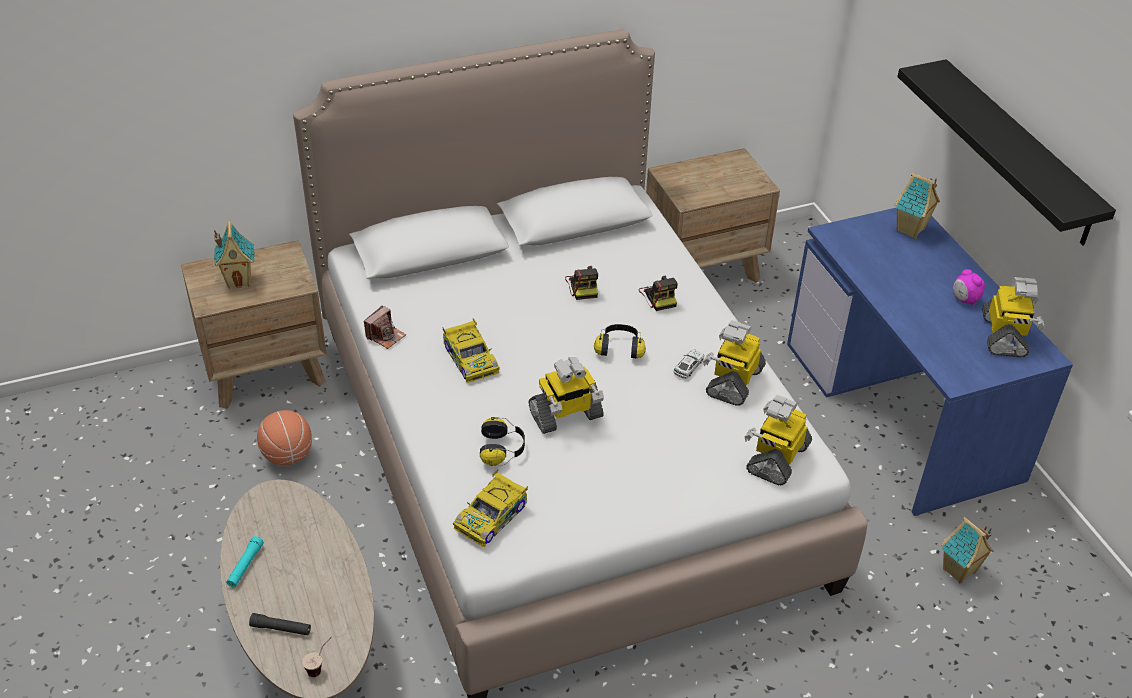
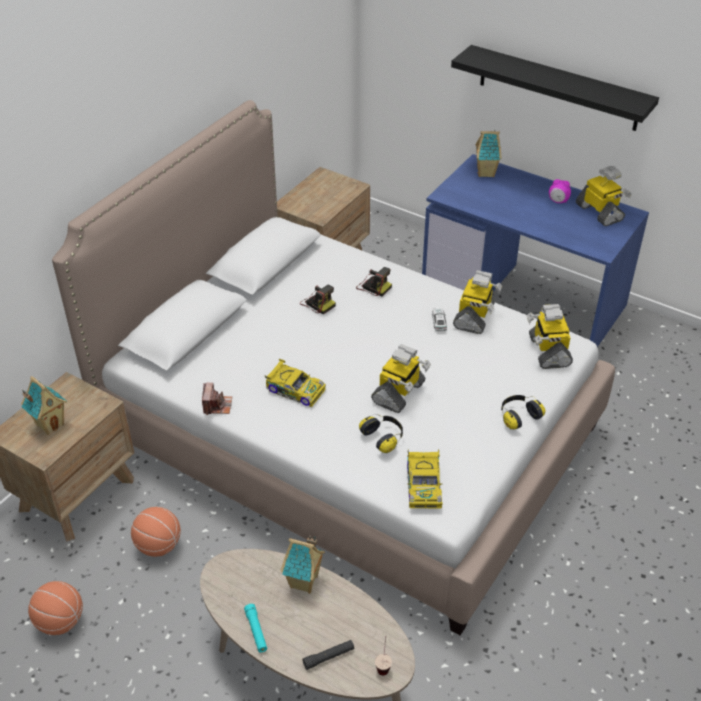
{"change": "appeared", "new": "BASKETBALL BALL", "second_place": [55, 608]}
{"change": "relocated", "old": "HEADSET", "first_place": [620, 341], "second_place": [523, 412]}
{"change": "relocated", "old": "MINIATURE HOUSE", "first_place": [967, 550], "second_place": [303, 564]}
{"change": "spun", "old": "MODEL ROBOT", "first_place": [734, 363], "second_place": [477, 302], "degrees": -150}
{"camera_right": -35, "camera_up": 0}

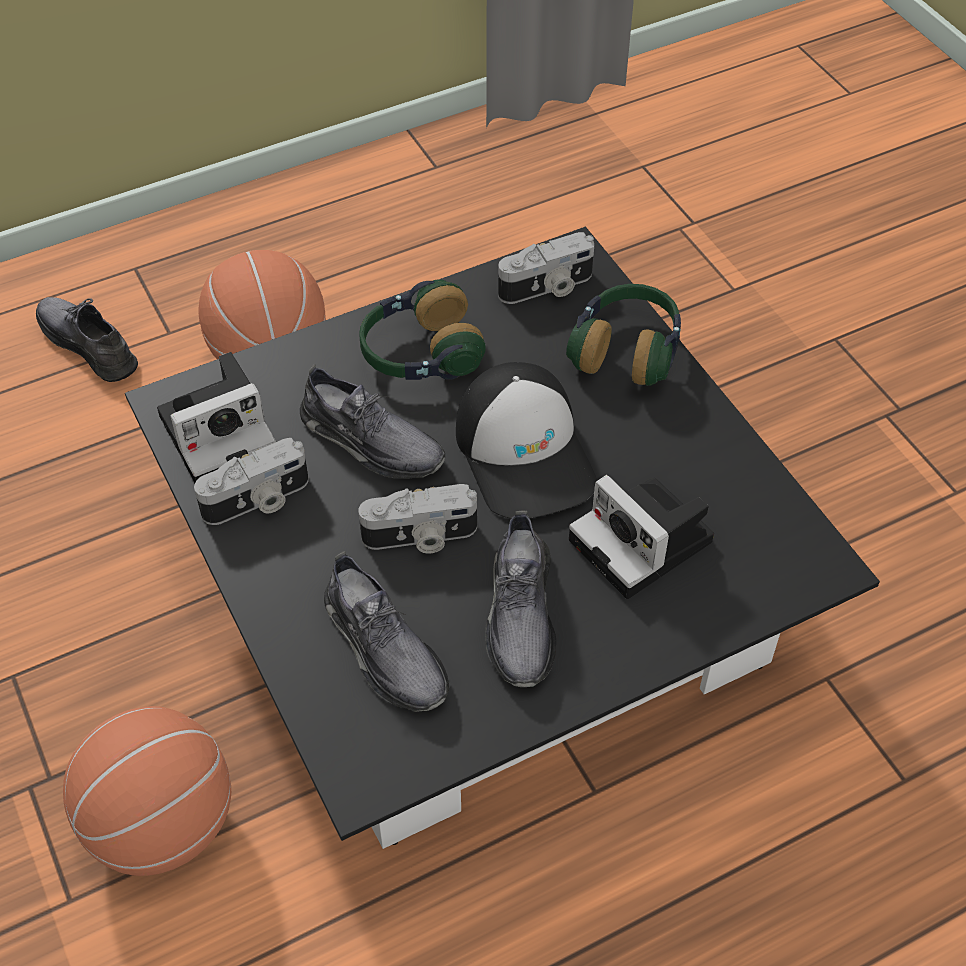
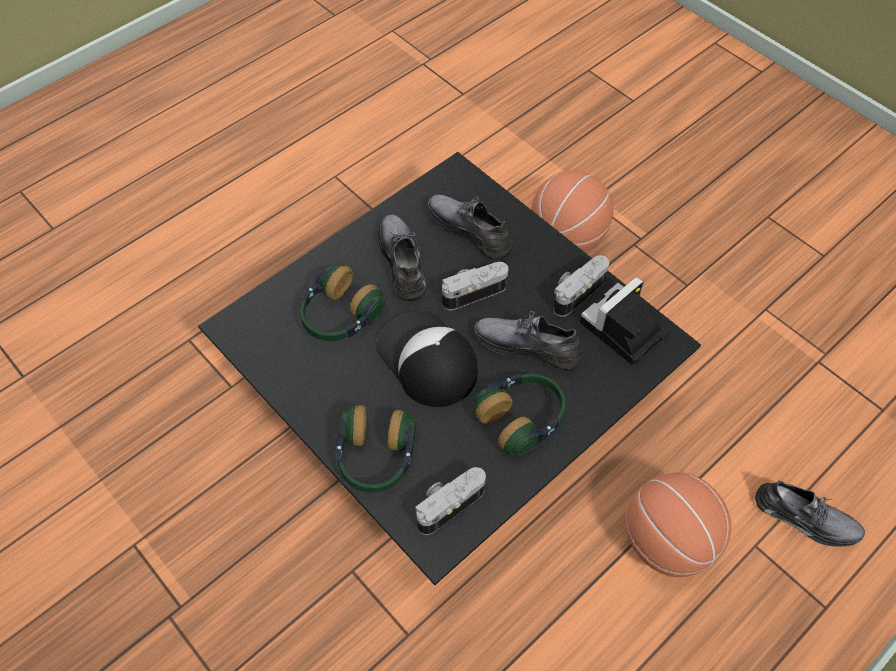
{"change": "exchanged", "old": "STILL CAMERA", "new": "HEADSET", "first_place": [641, 537], "second_place": [342, 302]}
{"camera_right": 165, "camera_up": 5}

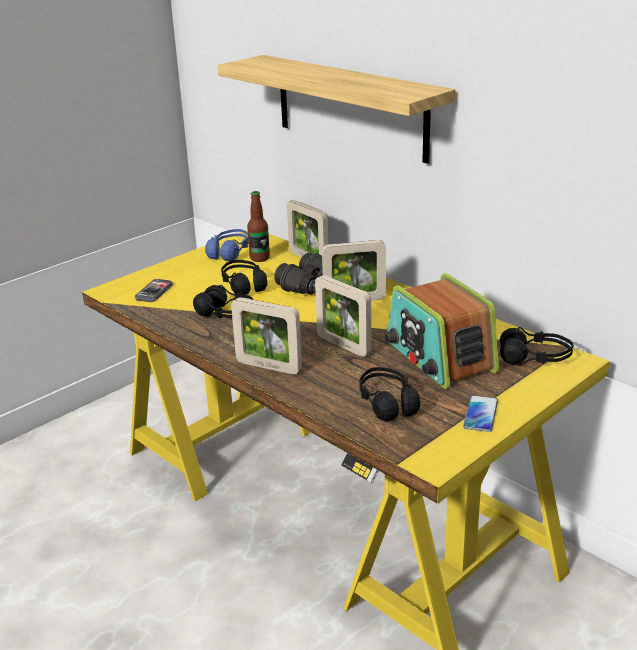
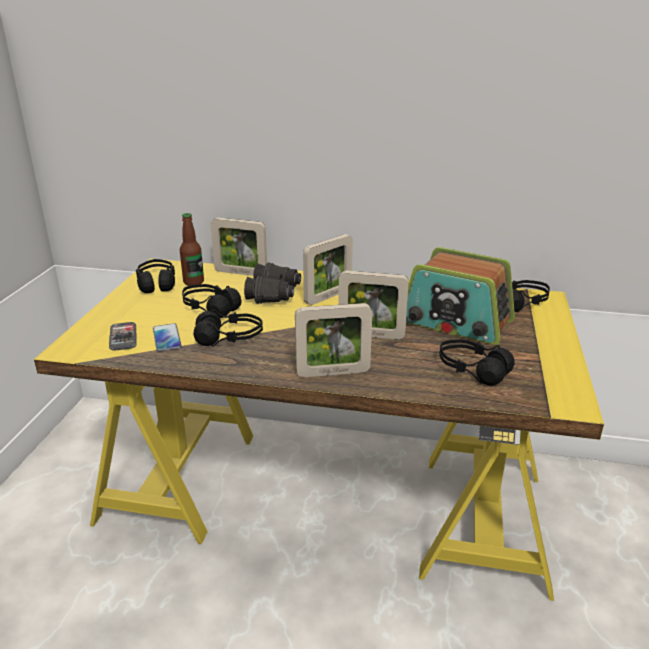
{"change": "missing", "old": "WALL SHELF", "first_place": [336, 109]}
{"change": "relocated", "old": "PHONE", "first_place": [480, 413], "second_place": [167, 337]}
{"change": "colour", "old": "BLUISH HEADSET", "new": "BLACK-COLOURED HEADSET", "first_place": [227, 245], "second_place": [155, 276]}
{"camera_right": -35, "camera_up": 0}

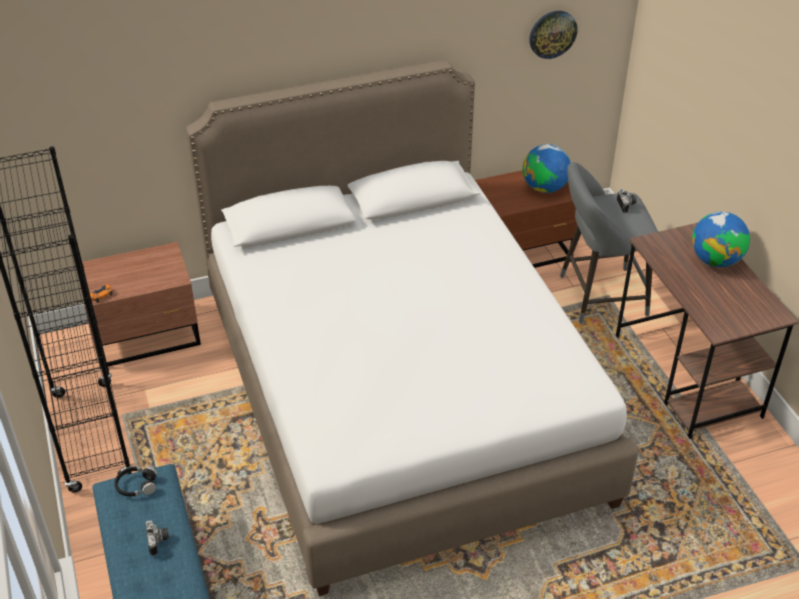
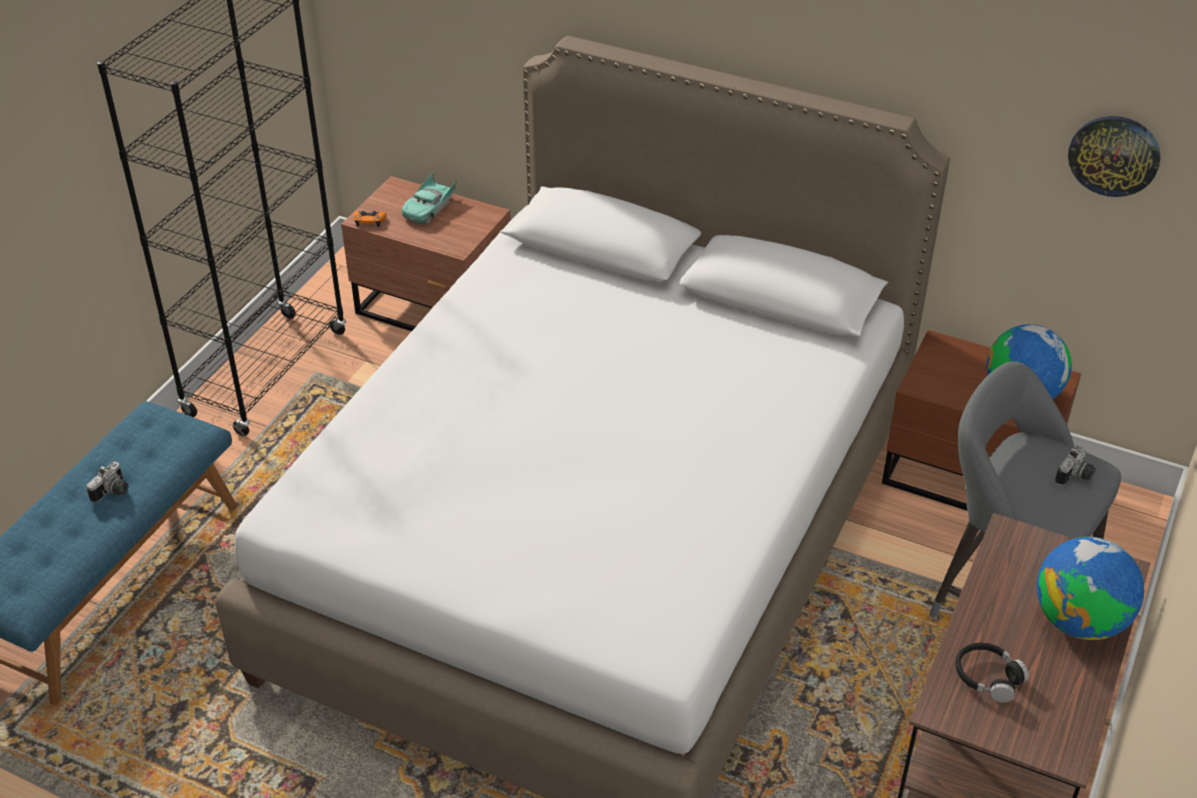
{"change": "appeared", "new": "TURQUOISE TOY CAR", "second_place": [429, 198]}
{"change": "relocated", "old": "BLACK-COLOURED HEADSET", "first_place": [135, 481], "second_place": [992, 672]}
{"camera_right": 45, "camera_up": 0}

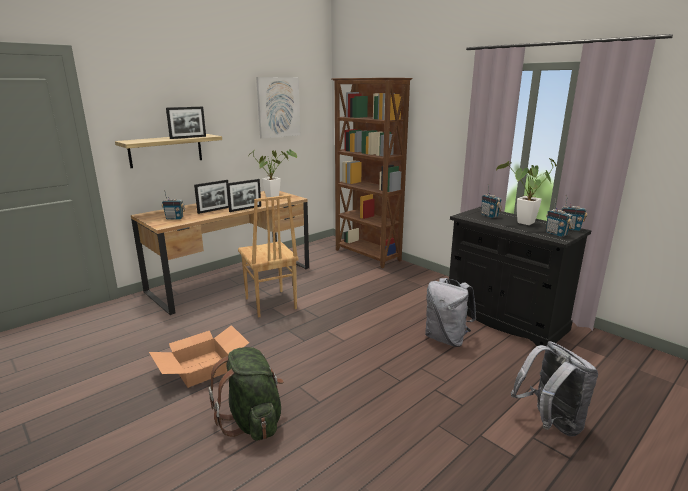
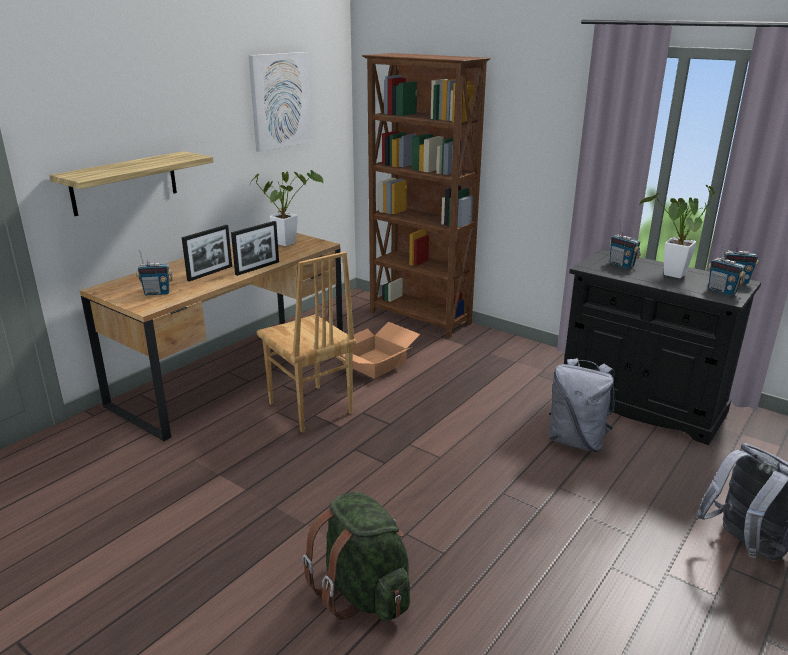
{"change": "missing", "old": "PICTURE FRAME", "first_place": [186, 123]}
{"change": "relocated", "old": "PACKING BOX", "first_place": [199, 356], "second_place": [381, 350]}
{"camera_right": -10, "camera_up": 5}

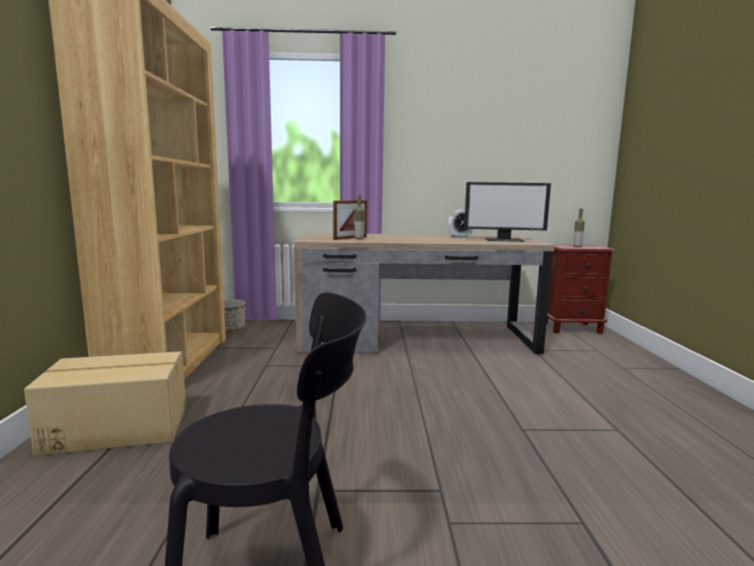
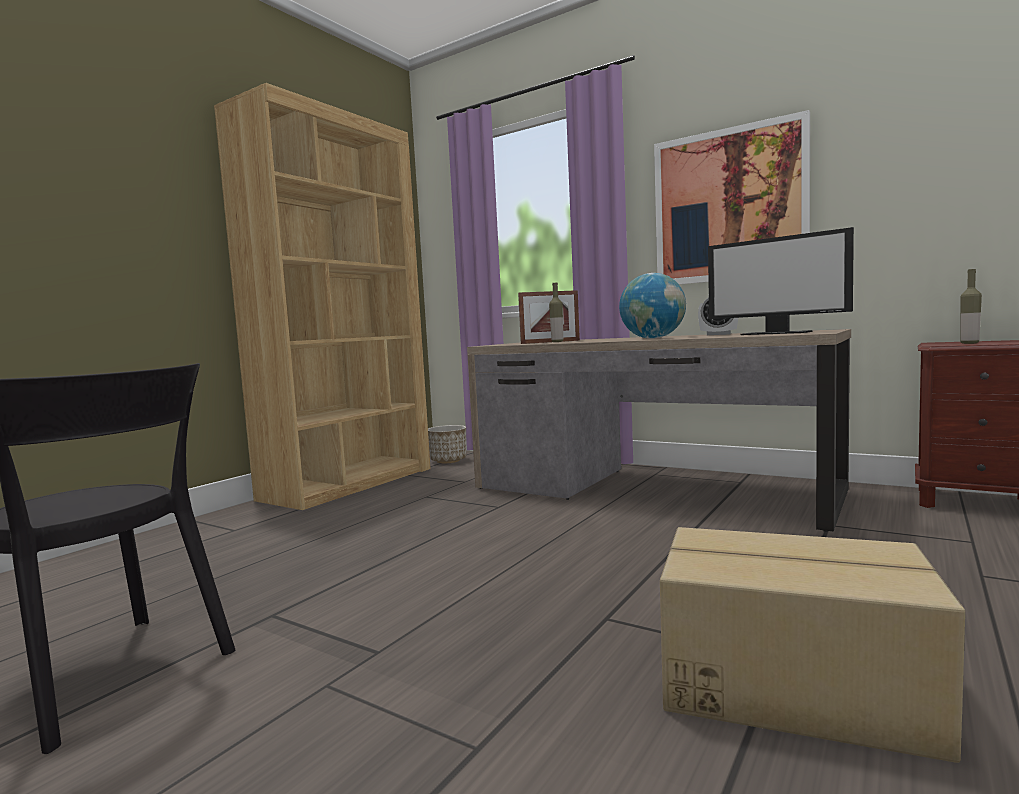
{"change": "appeared", "new": "DESK GLOBE", "second_place": [652, 306]}
{"change": "appeared", "new": "PICTURE", "second_place": [732, 197]}
{"change": "relocated", "old": "PACKING BOX", "first_place": [105, 403], "second_place": [812, 645]}
{"camera_right": 35, "camera_up": -5}

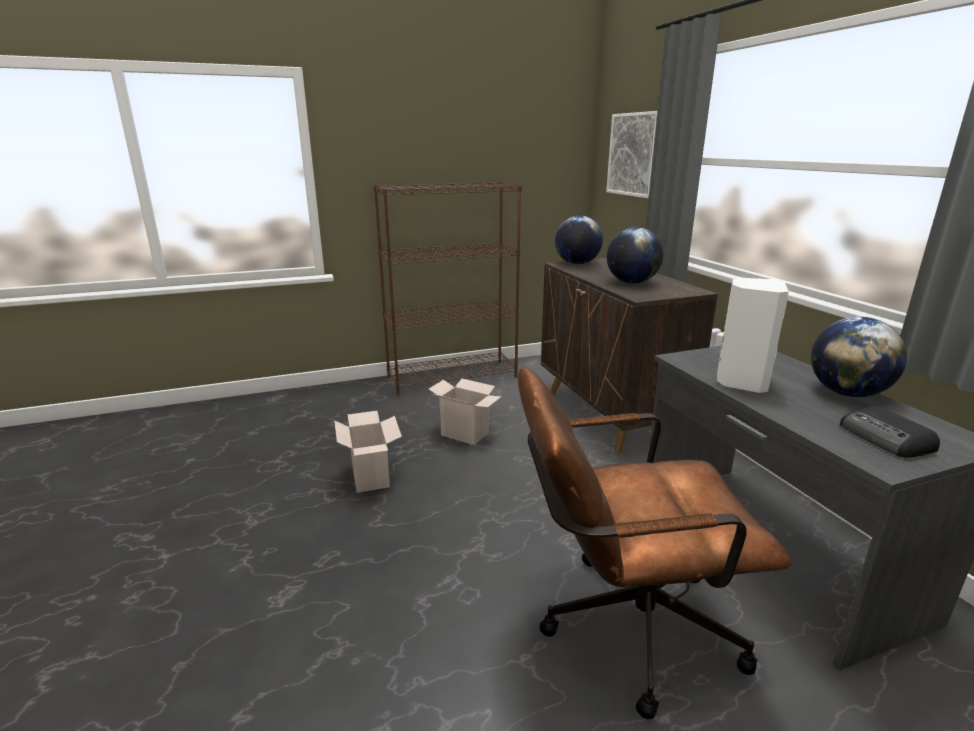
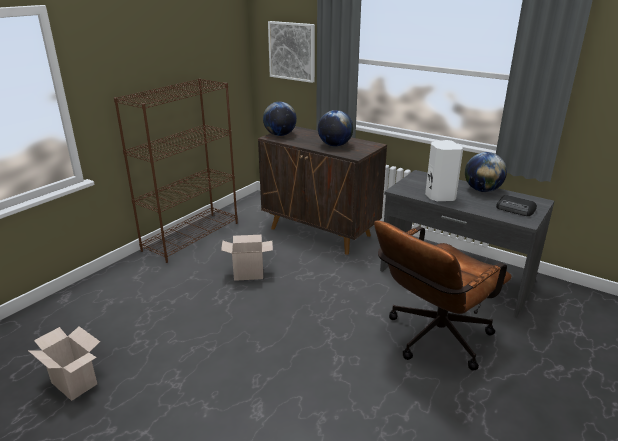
{"change": "relocated", "old": "PACKING BOX", "first_place": [368, 452], "second_place": [64, 363]}
{"camera_right": -35, "camera_up": 5}

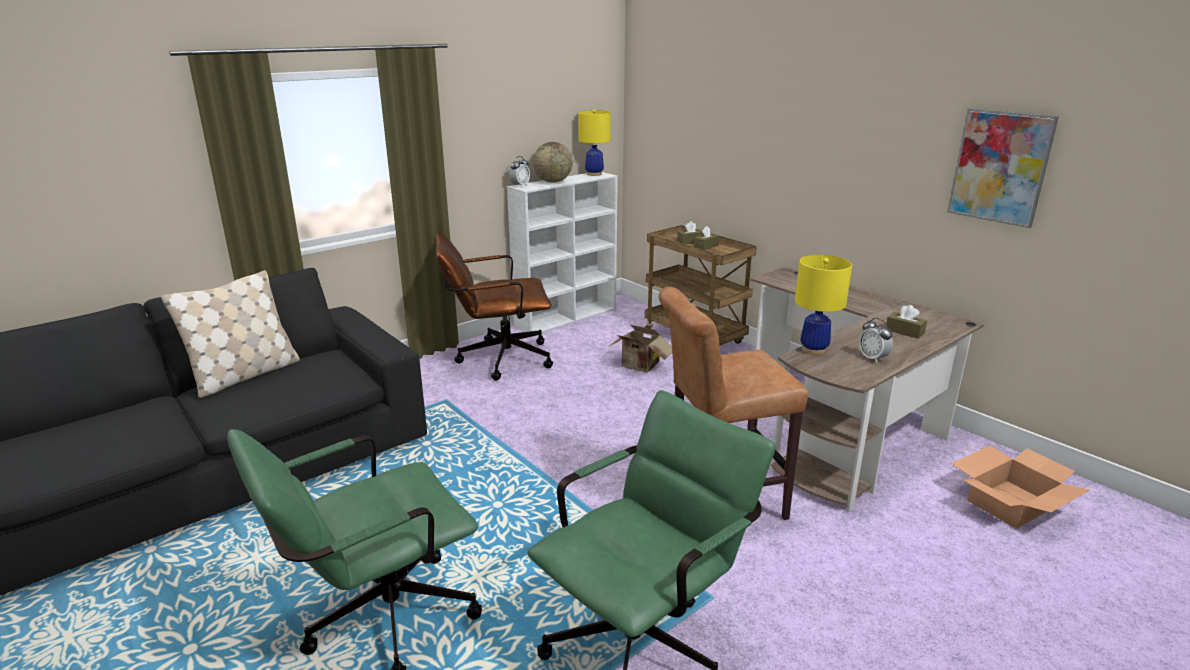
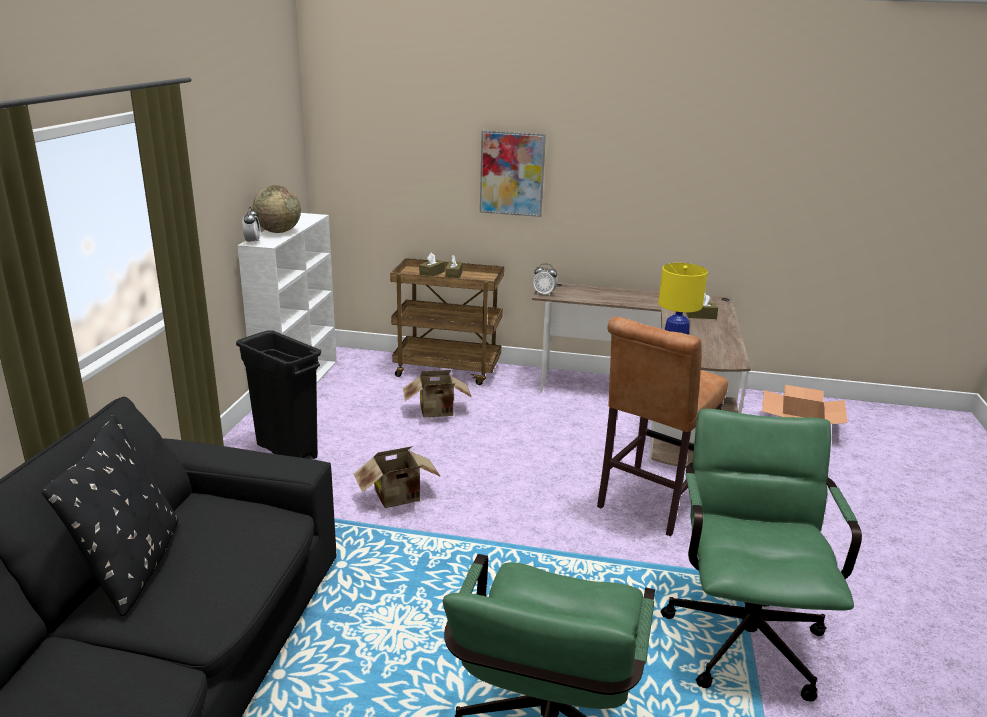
{"change": "missing", "old": "YELLOW TABLE LAMP", "first_place": [594, 142]}
{"change": "appeared", "new": "PACKING BOX", "second_place": [397, 477]}
{"change": "relocated", "old": "TABLE CLOCK", "first_place": [876, 340], "second_place": [545, 280]}
{"change": "relocated", "old": "PICTURE", "first_place": [1003, 168], "second_place": [513, 173]}
{"change": "exchanged", "old": "BROWN-COLOURED OFFICE CHAIR", "new": "BLACK-COLOURED TRASH CAN", "first_place": [494, 306], "second_place": [278, 394]}
{"change": "colour", "old": "BEIGE-COLOURED THROW PILLOW", "new": "BLACK-COLOURED THROW PILLOW", "first_place": [230, 334], "second_place": [109, 515]}
{"camera_right": -40, "camera_up": 0}

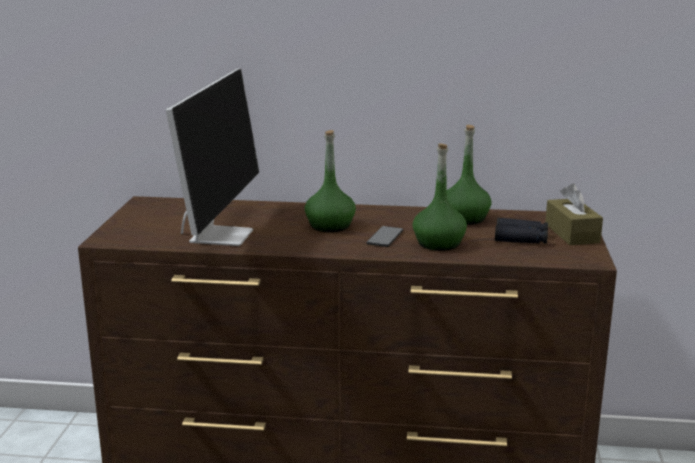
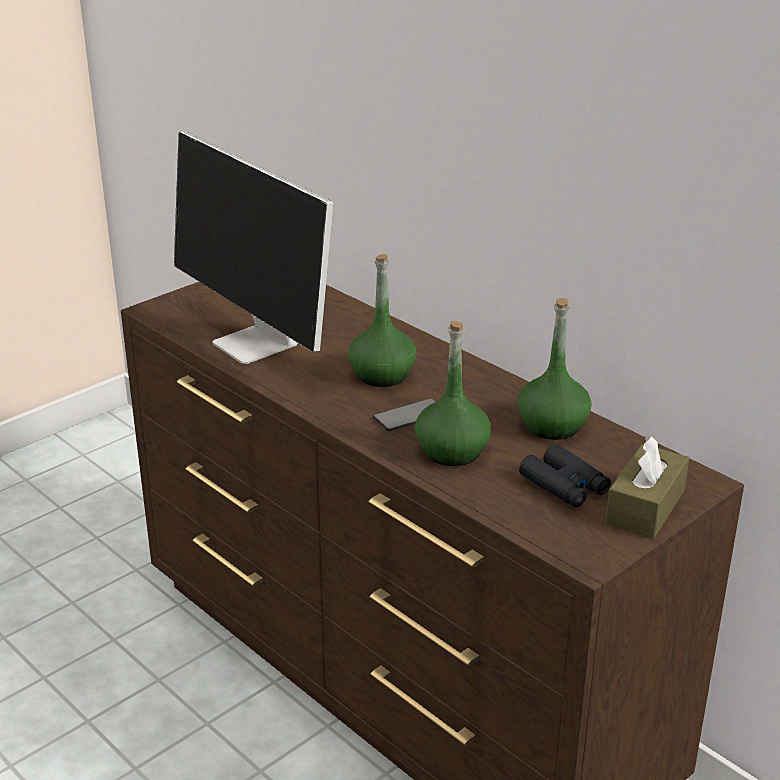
{"change": "spun", "old": "COMPUTER SCREEN", "first_place": [212, 157], "second_place": [254, 248], "degrees": 90}
{"camera_right": 40, "camera_up": 10}

